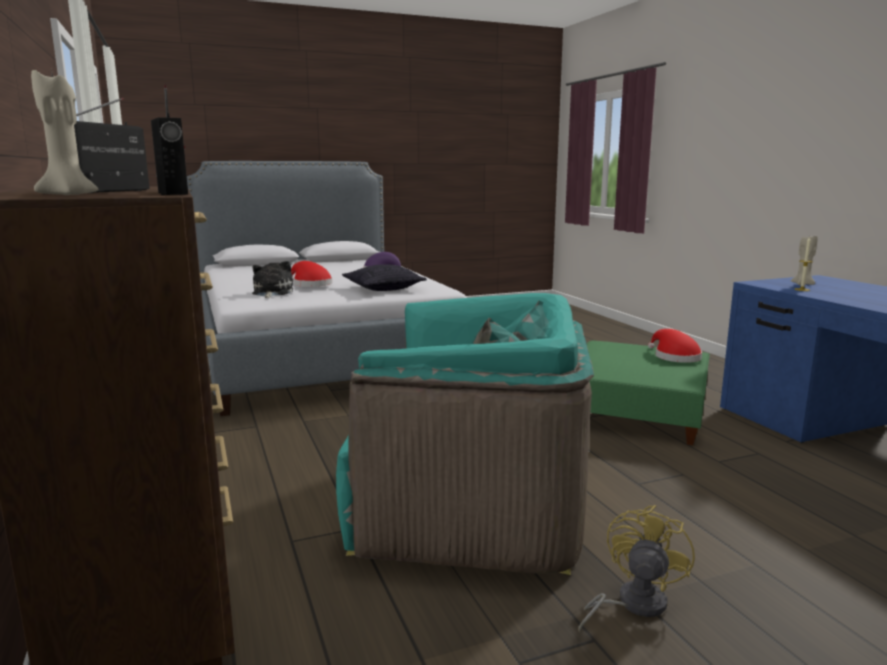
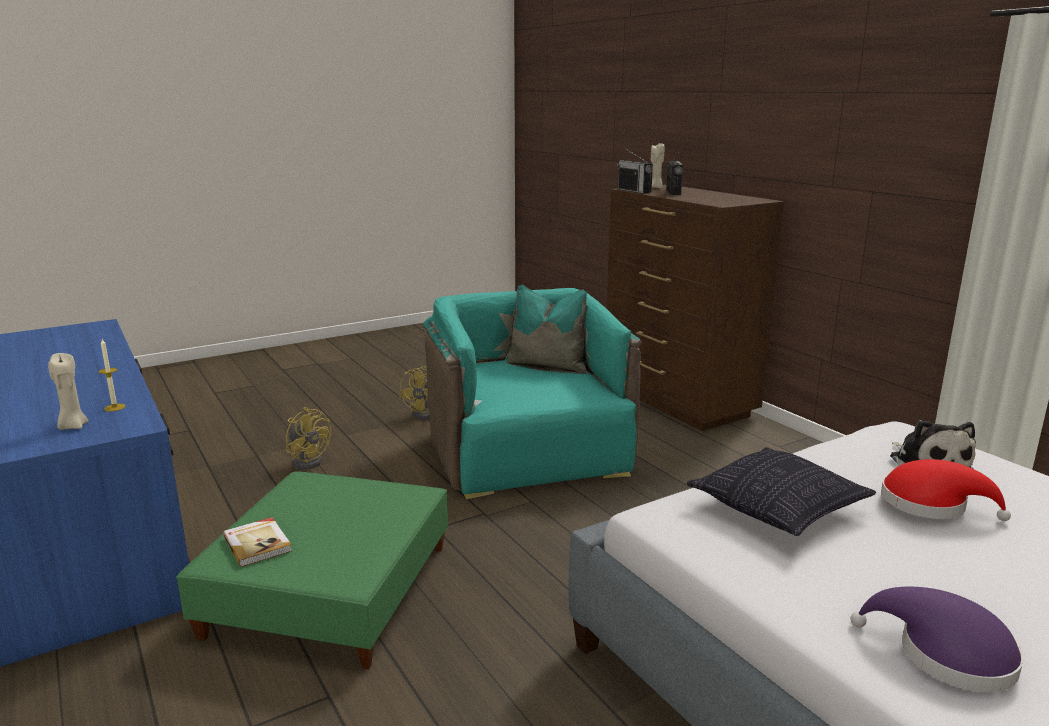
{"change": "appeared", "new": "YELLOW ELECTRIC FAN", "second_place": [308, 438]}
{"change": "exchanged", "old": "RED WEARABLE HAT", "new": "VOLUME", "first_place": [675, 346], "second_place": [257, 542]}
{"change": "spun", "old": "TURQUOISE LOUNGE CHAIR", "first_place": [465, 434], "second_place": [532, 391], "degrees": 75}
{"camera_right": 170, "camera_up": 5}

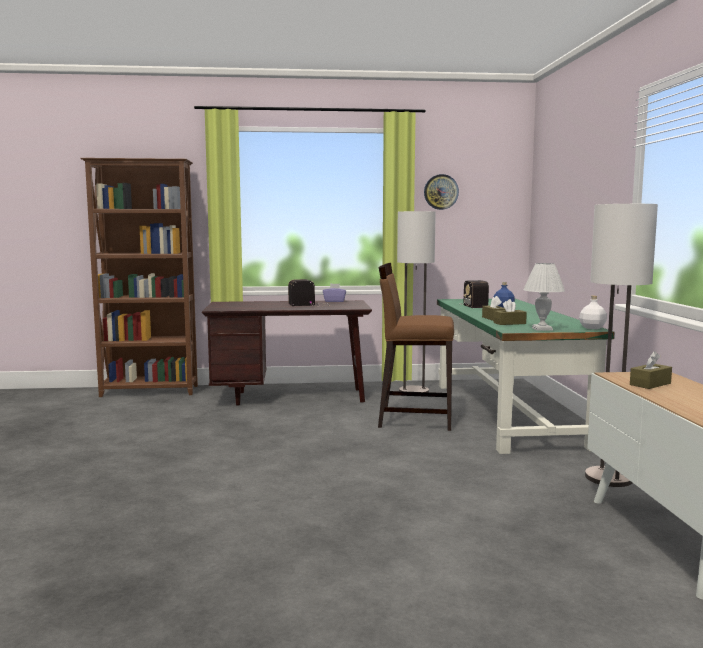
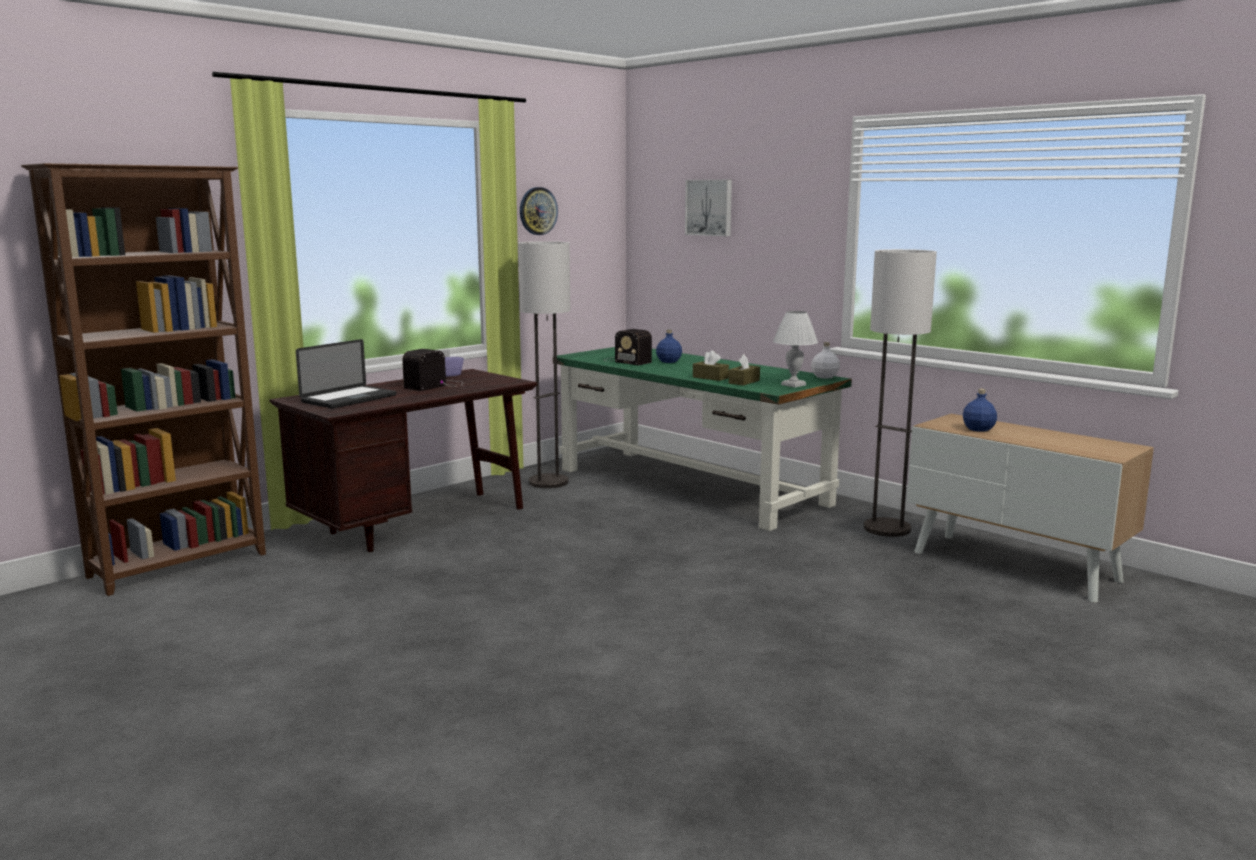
{"change": "missing", "old": "BROWN-COLOURED STOOL", "first_place": [416, 347]}
{"change": "appeared", "new": "LAPTOP", "second_place": [346, 374]}
{"change": "appeared", "new": "PICTURE", "second_place": [708, 207]}
{"change": "exchanged", "old": "BROWN-COLOURED TISSUE HOLDER", "new": "BLUISH DRINK BOTTLE", "first_place": [651, 370], "second_place": [980, 410]}
{"camera_right": -40, "camera_up": 5}

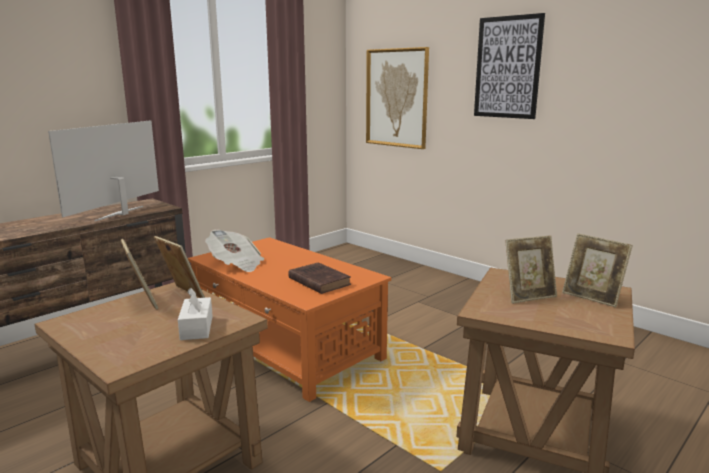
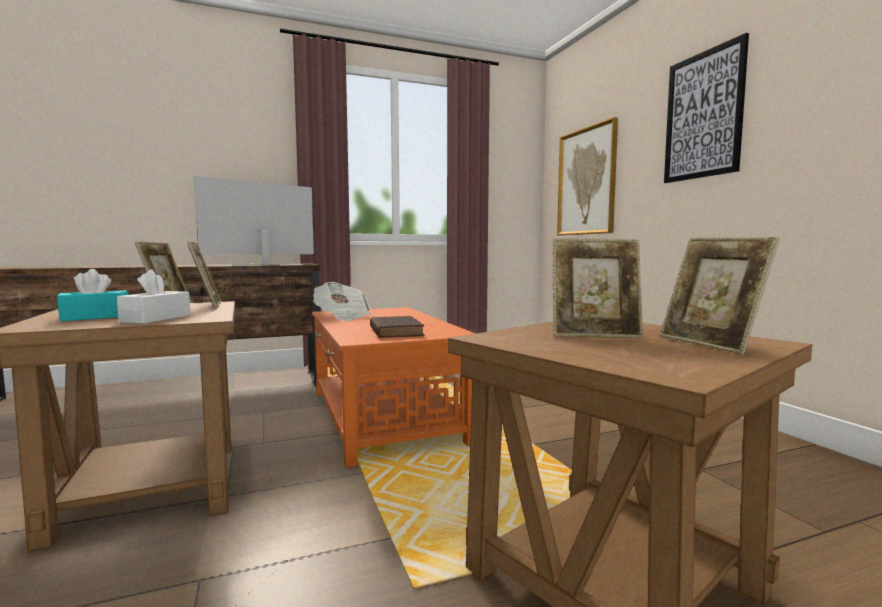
{"change": "appeared", "new": "TURQUOISE TISSUE HOLDER", "second_place": [93, 295]}
{"camera_right": 25, "camera_up": -10}

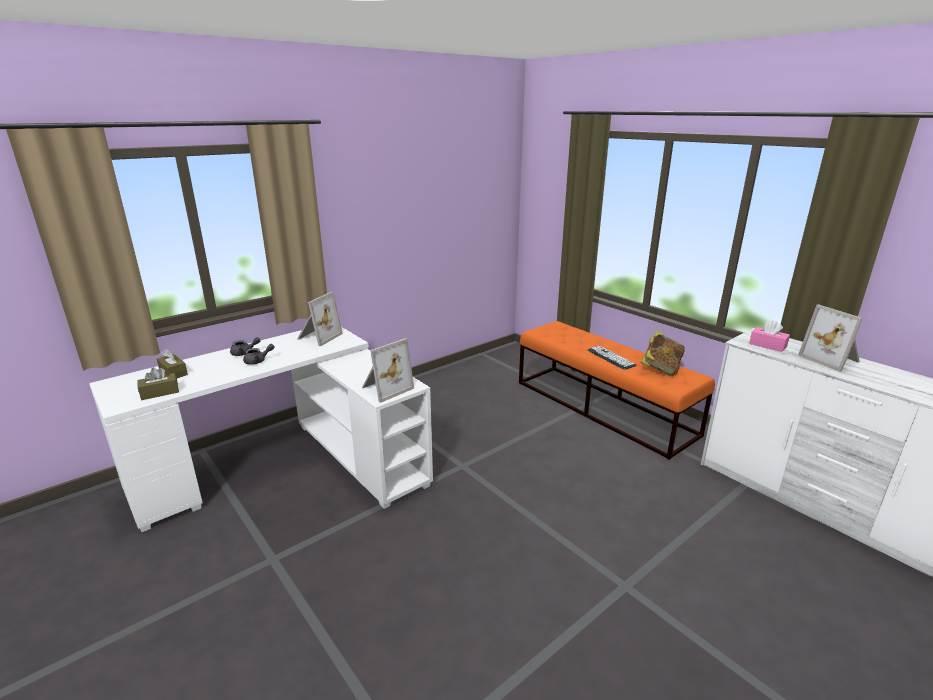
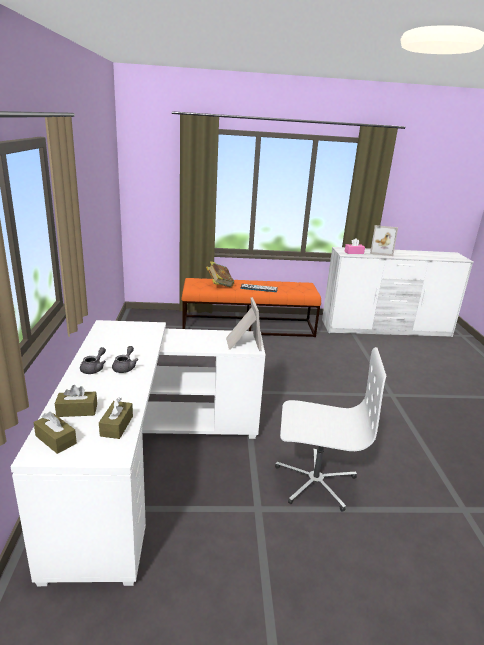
{"change": "missing", "old": "PICTURE FRAME", "first_place": [320, 319]}
{"change": "appeared", "new": "BROWN-COLOURED TISSUE HOLDER", "second_place": [55, 433]}
{"change": "appeared", "new": "WHITE-COLOURED OFFICE CHAIR", "second_place": [331, 429]}
{"change": "relocated", "old": "VOLUME", "first_place": [663, 353], "second_place": [220, 274]}
{"camera_right": -55, "camera_up": 0}

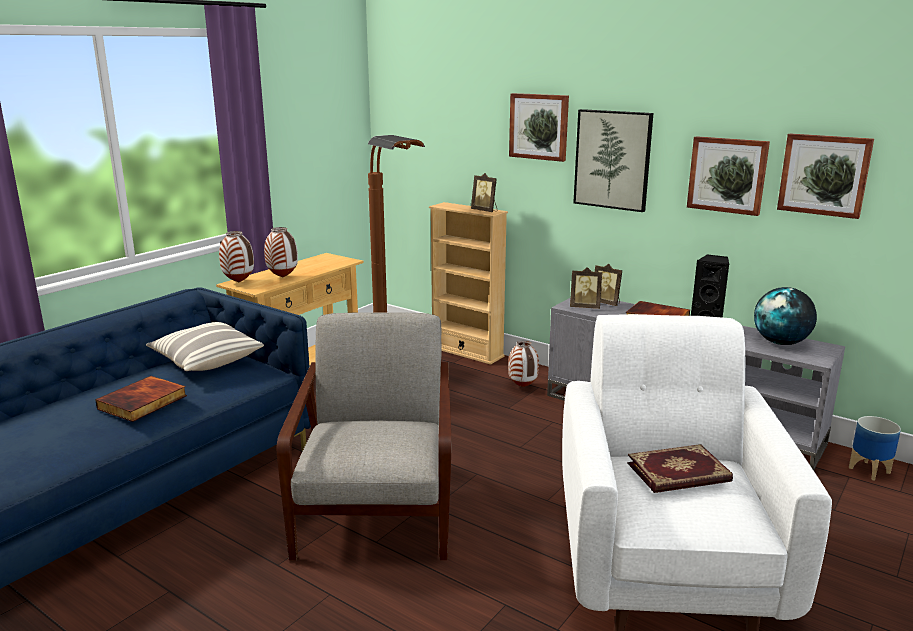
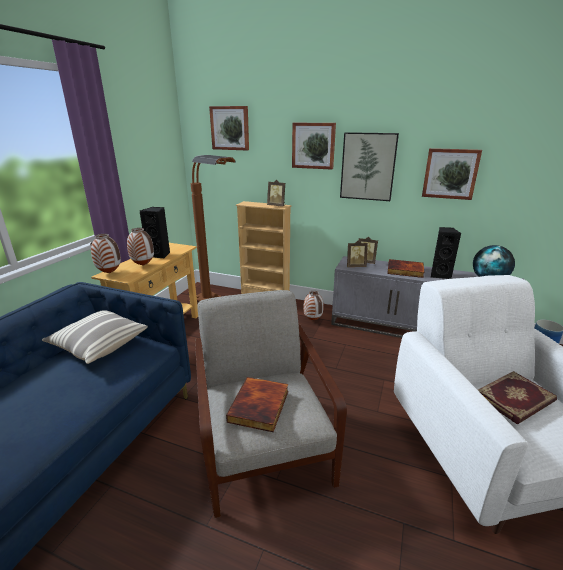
{"change": "appeared", "new": "BLACK-COLOURED LOUDSPEAKER", "second_place": [155, 233]}
{"change": "relocated", "old": "VOLUME", "first_place": [141, 399], "second_place": [257, 404]}
{"change": "relocated", "old": "PICTURE", "first_place": [825, 176], "second_place": [229, 128]}
{"camera_right": -15, "camera_up": 5}

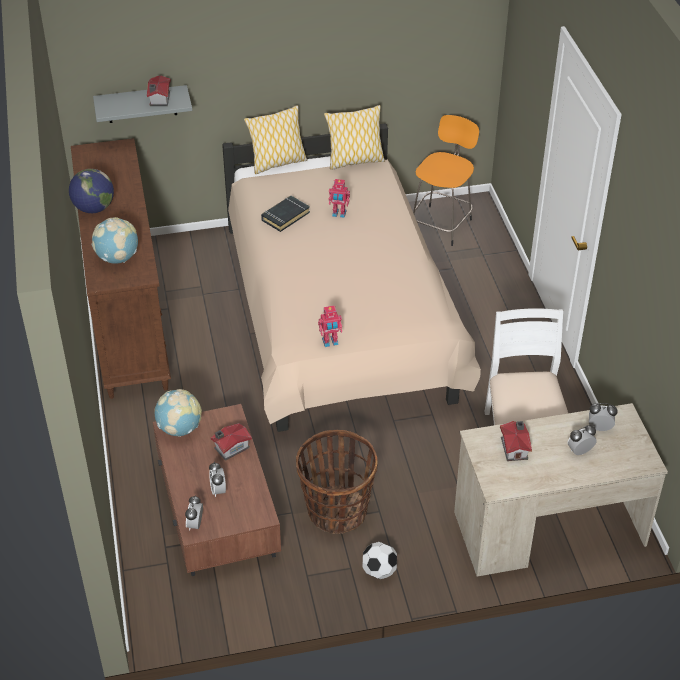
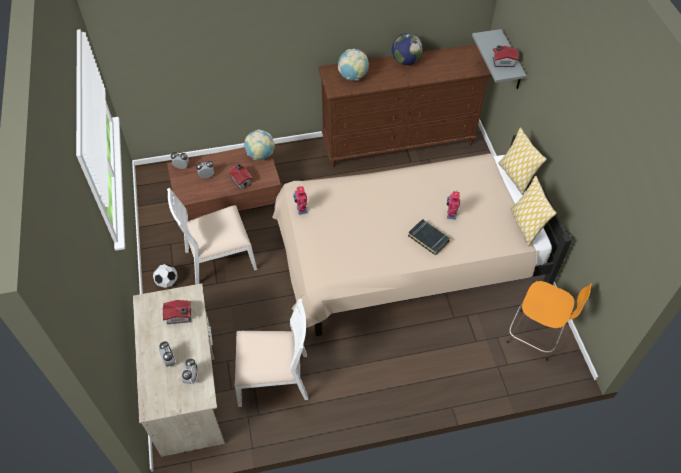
{"change": "relocated", "old": "BLACK-COLOURED VOLUME", "first_place": [285, 214], "second_place": [429, 237]}
{"change": "exchanged", "old": "BASKET", "new": "WHITE-COLOURED UPRIGHT CHAIR", "first_place": [337, 482], "second_place": [212, 236]}
{"camera_right": 90, "camera_up": 10}

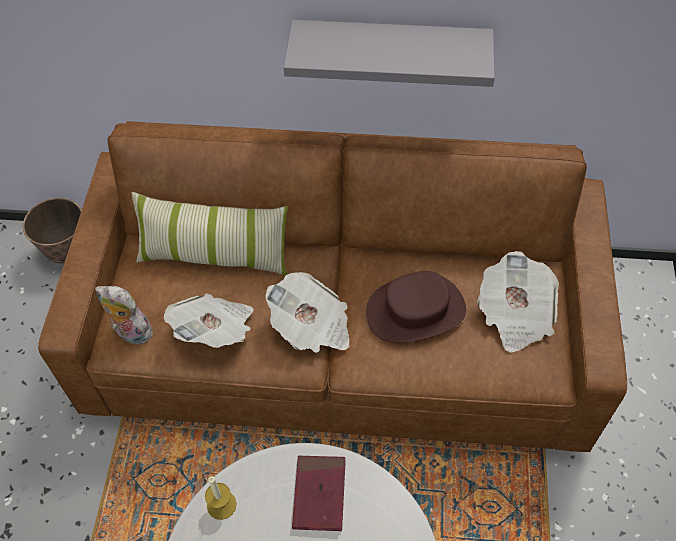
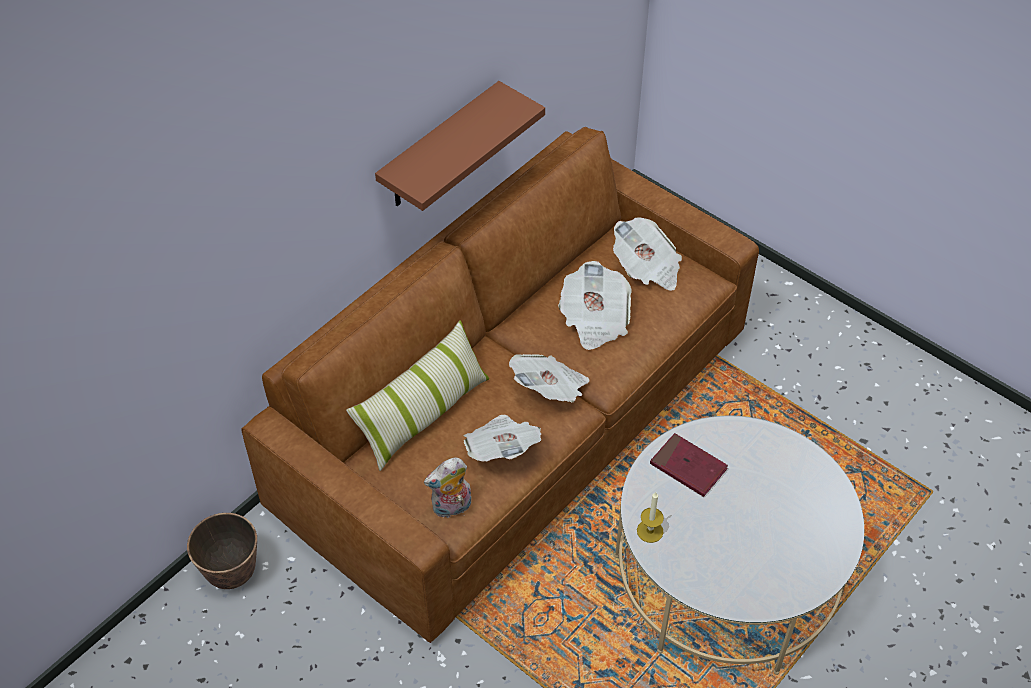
{"change": "exchanged", "old": "BROWN-COLOURED WEARABLE HAT", "new": "DAILY PAPER", "first_place": [416, 307], "second_place": [595, 305]}
{"change": "colour", "old": "GREYISH WALL SHELF", "new": "BROWN-COLOURED WALL SHELF", "first_place": [389, 53], "second_place": [460, 146]}
{"camera_right": -55, "camera_up": -5}

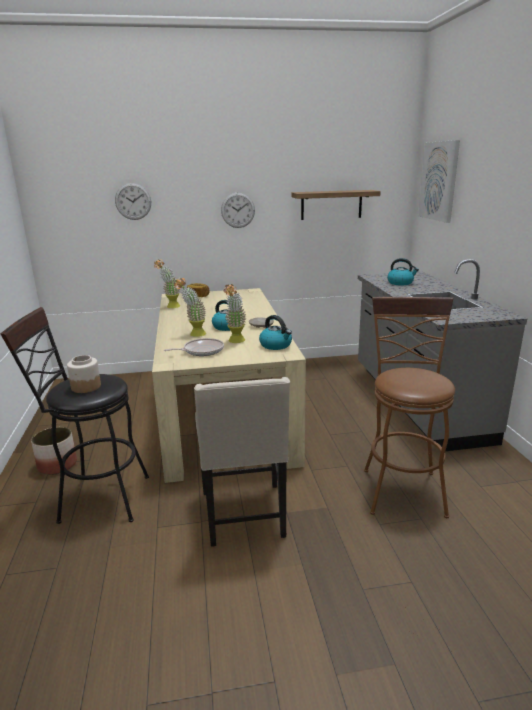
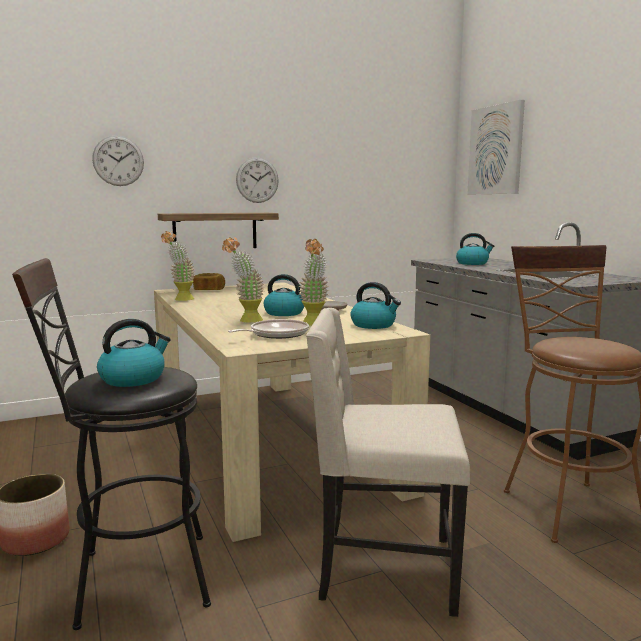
{"change": "relocated", "old": "WALL SHELF", "first_place": [336, 205], "second_place": [218, 230]}
{"change": "exchanged", "old": "STORAGE JAR", "new": "WATER KETTLE", "first_place": [84, 374], "second_place": [134, 353]}
{"change": "spun", "old": "BEIGE-COLOURED UPRIGHT CHAIR", "first_place": [242, 462], "second_place": [388, 462], "degrees": 120}
{"camera_right": -15, "camera_up": -10}

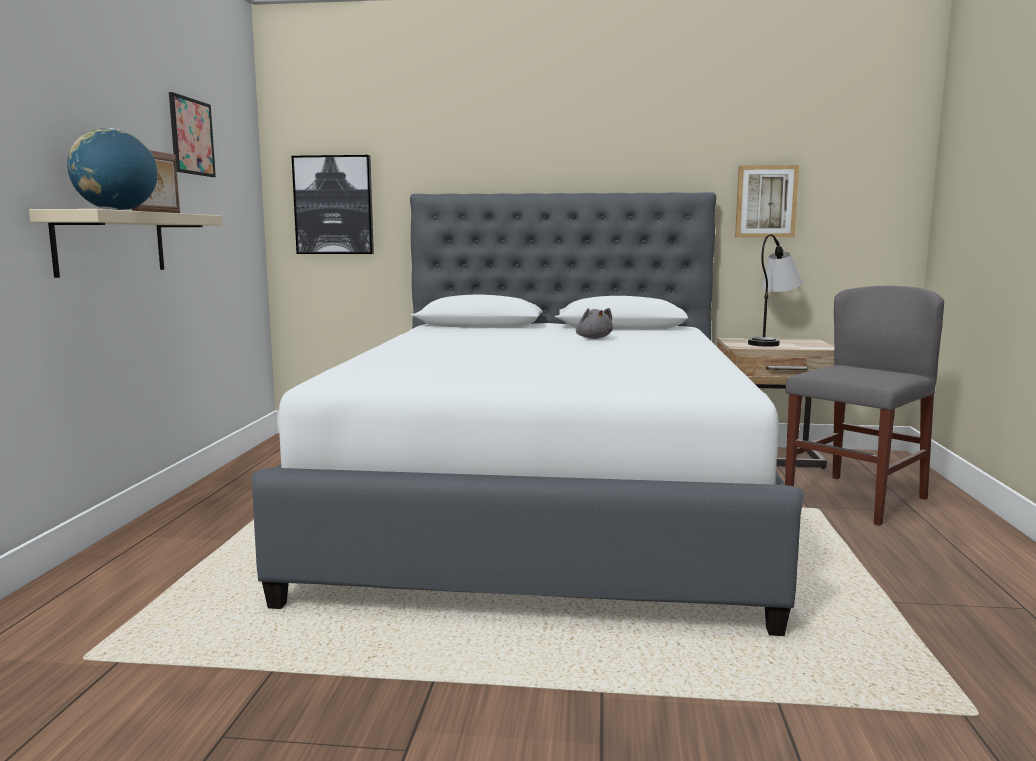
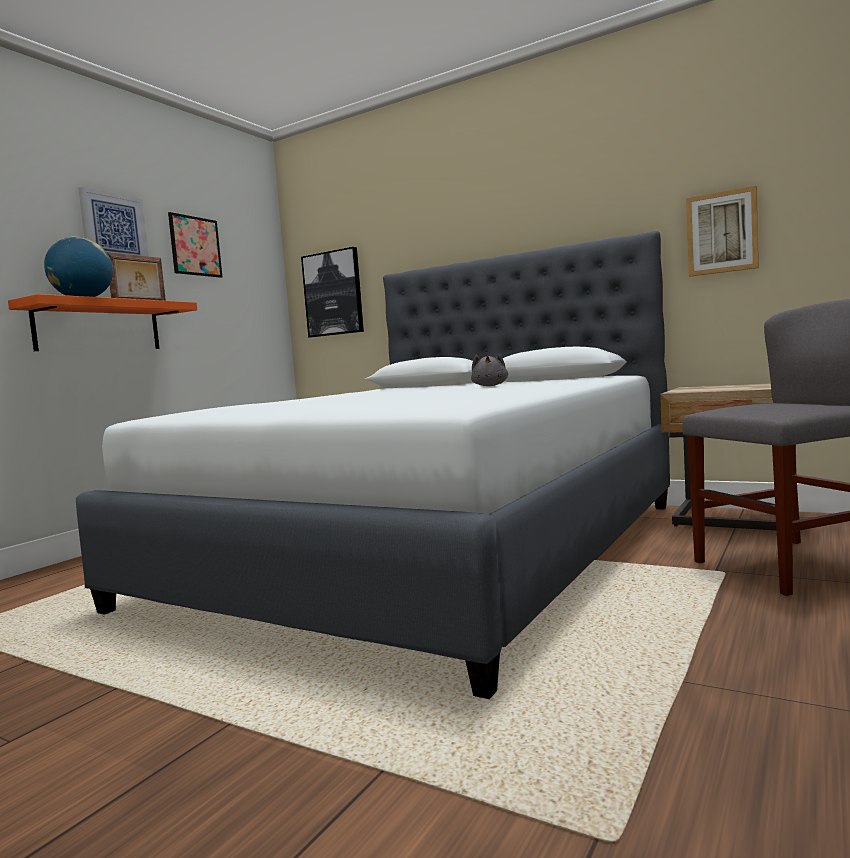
{"change": "missing", "old": "TABLE LAMP", "first_place": [775, 290]}
{"change": "appeared", "new": "PICTURE", "second_place": [113, 222]}
{"change": "colour", "old": "BEIGE-COLOURED WALL SHELF", "new": "ORANGEY WALL SHELF", "first_place": [126, 243], "second_place": [102, 322]}
{"camera_right": 25, "camera_up": -5}

